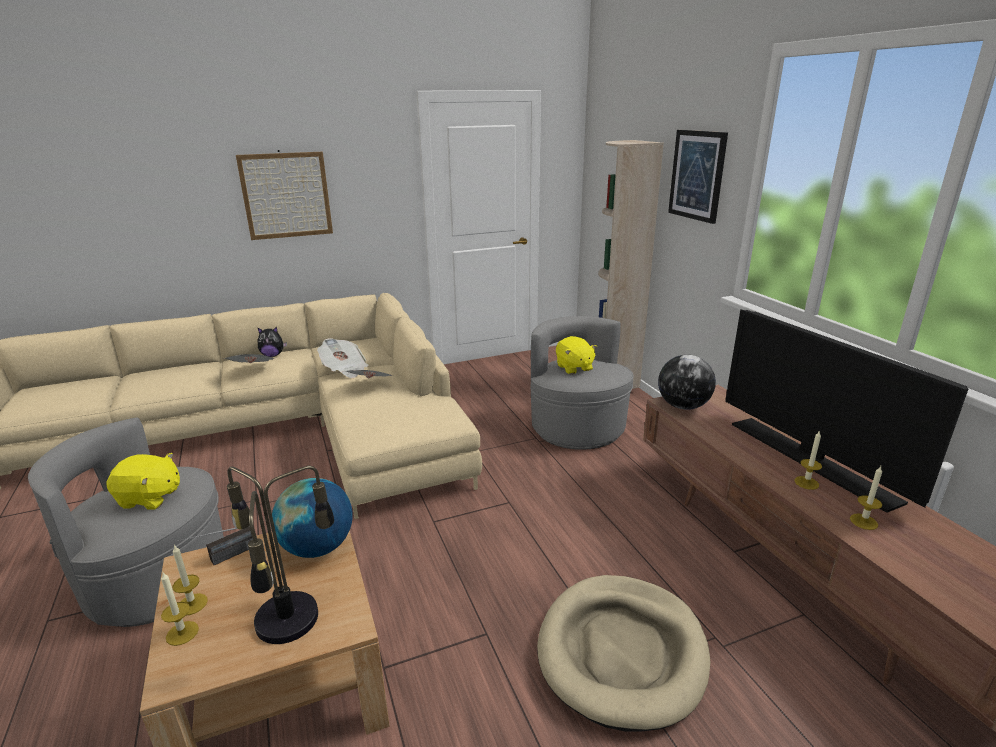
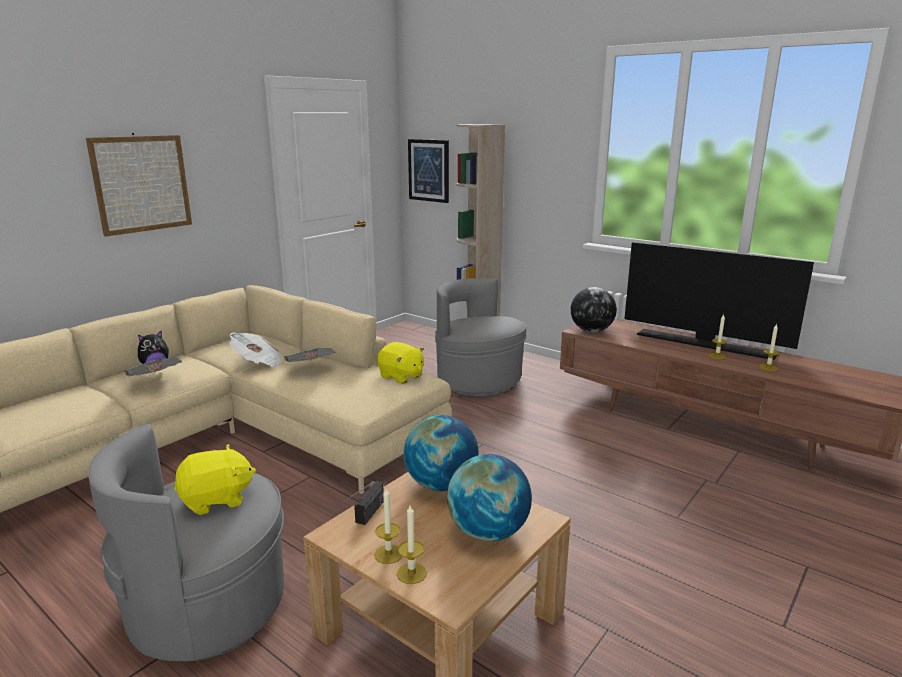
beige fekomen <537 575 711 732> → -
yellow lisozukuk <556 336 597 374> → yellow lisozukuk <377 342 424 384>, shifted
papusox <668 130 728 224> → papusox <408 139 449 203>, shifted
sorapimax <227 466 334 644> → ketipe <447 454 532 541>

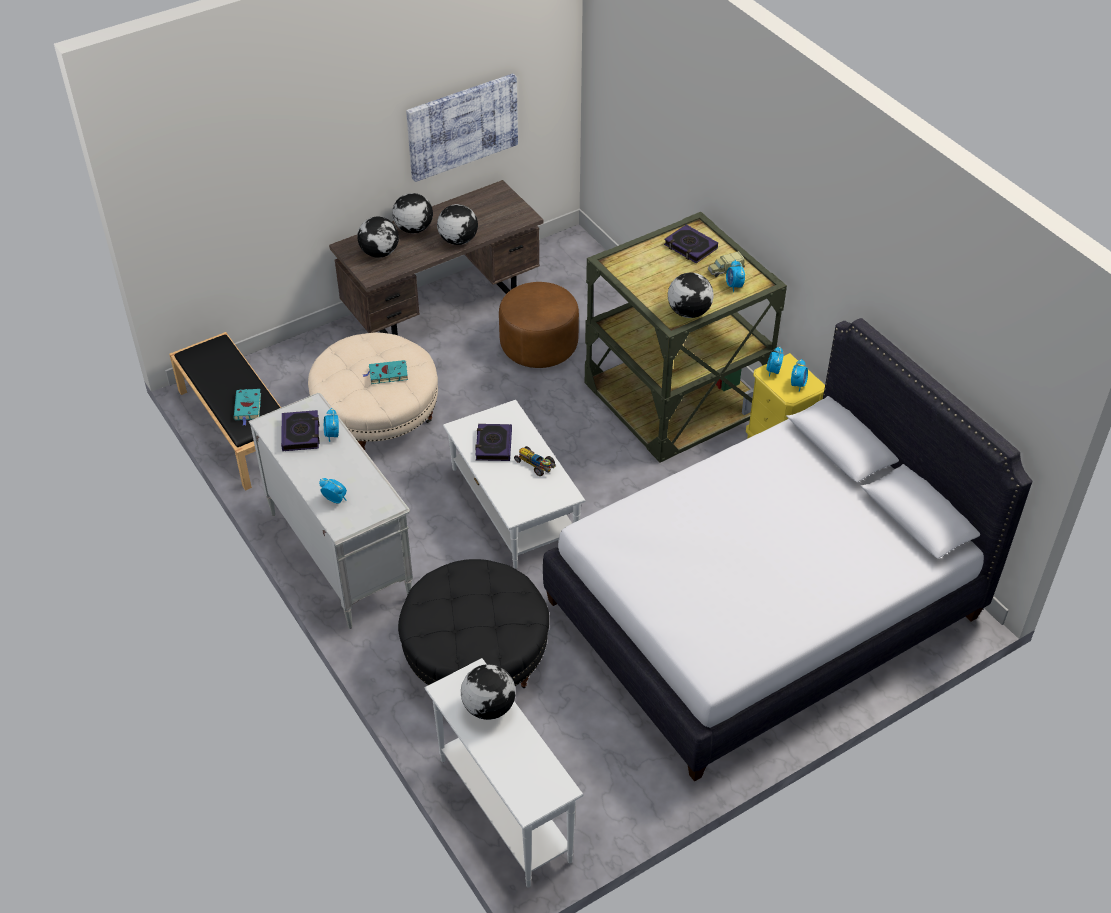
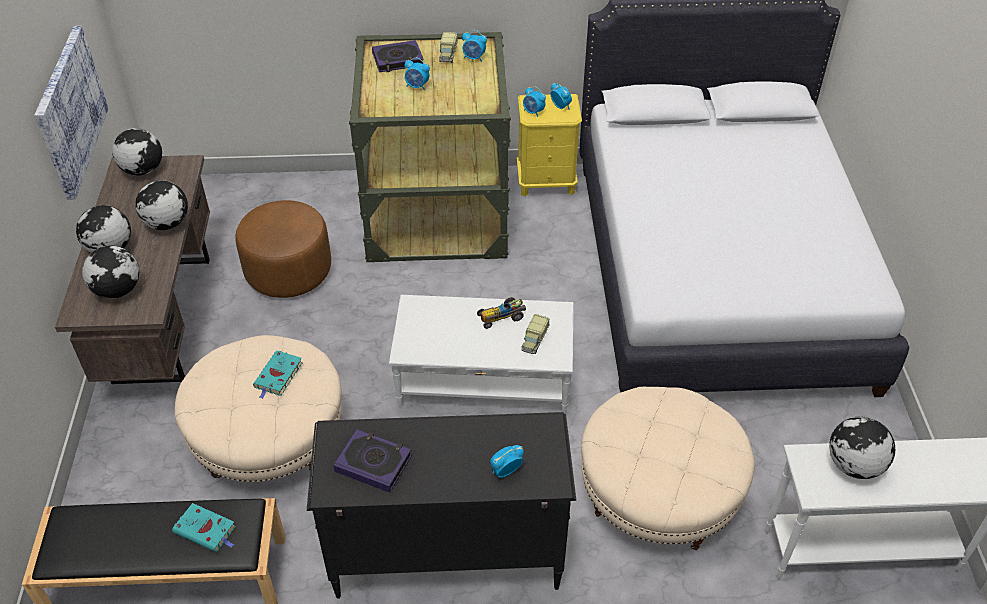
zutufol <475 424 512 461> → -
- → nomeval <521 314 550 354>
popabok <324 408 339 442> → popabok <404 58 430 90>, shifted
ketipe <668 273 714 318> → ketipe <112 128 162 176>, shifted
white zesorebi <248 393 413 629> → black zesorebi <307 412 576 599>
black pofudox <398 559 549 688> → beige pofudox <581 387 755 550>

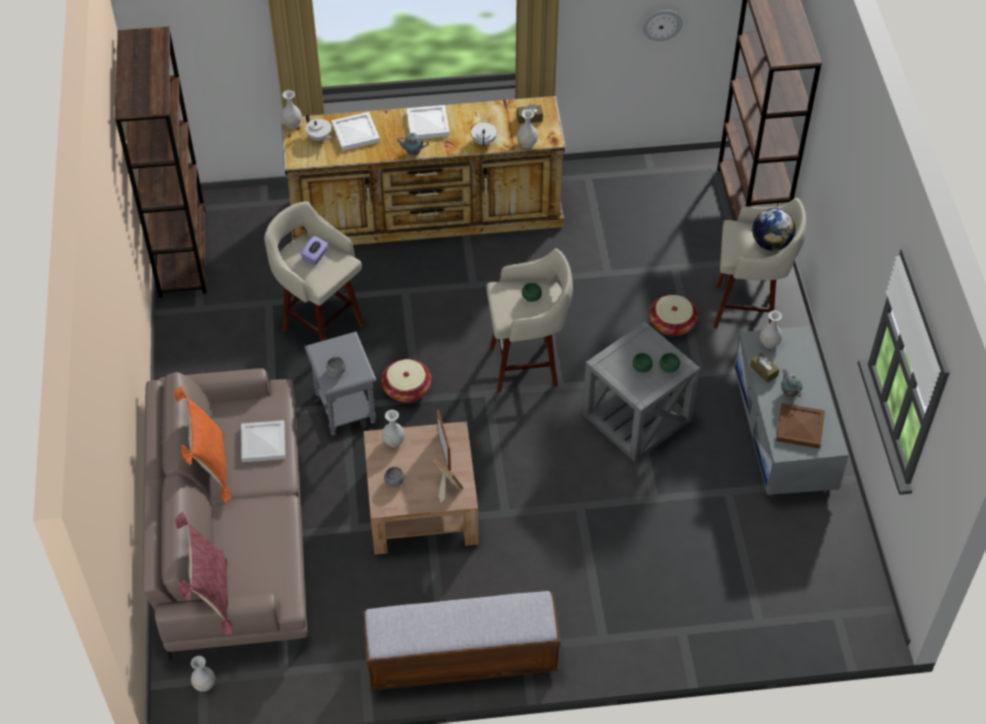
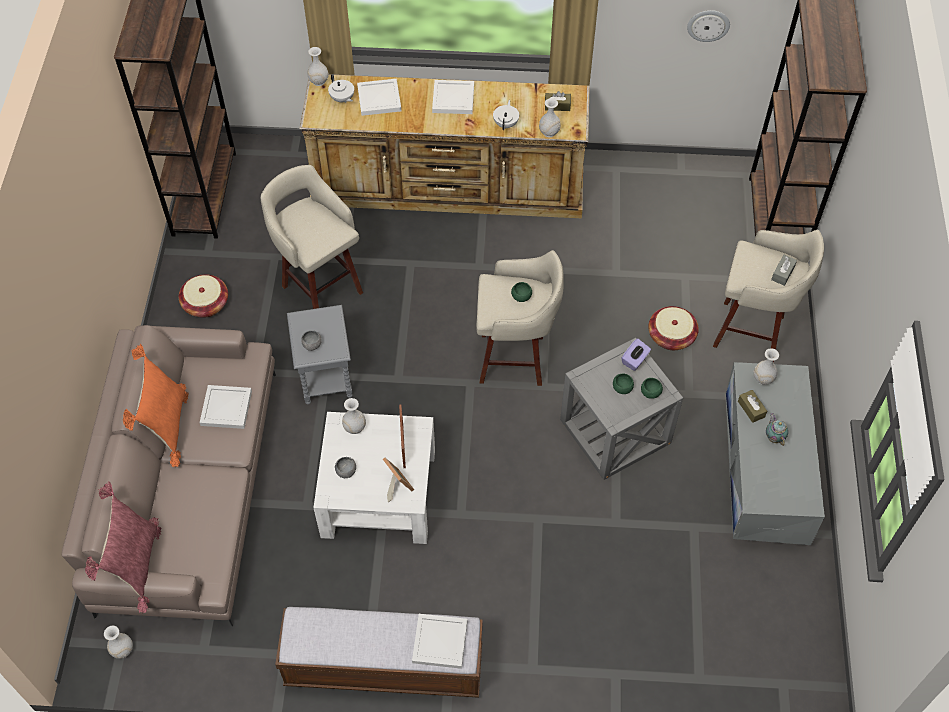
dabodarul <396 133 429 156> → -
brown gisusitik <776 403 825 449> → -
- → white gisusitik <412 614 467 669>
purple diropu <301 236 328 265> → purple diropu <621 338 651 371>, shifted
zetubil <381 359 431 403> → zetubil <179 274 228 318>, shifted
ketipe <752 208 795 251> → grey diropu <771 255 797 286>
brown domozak <364 422 479 555> → white domozak <313 412 435 544>

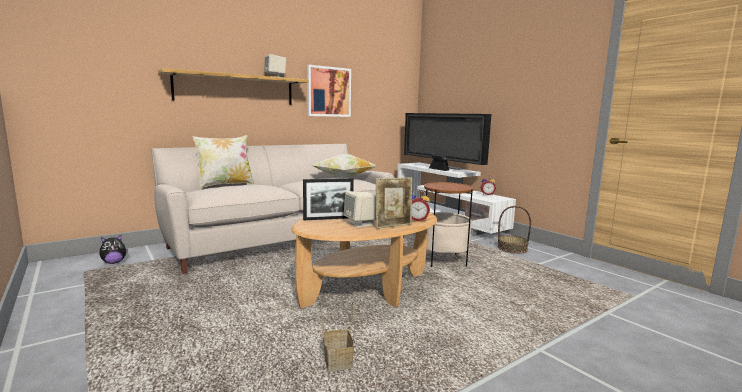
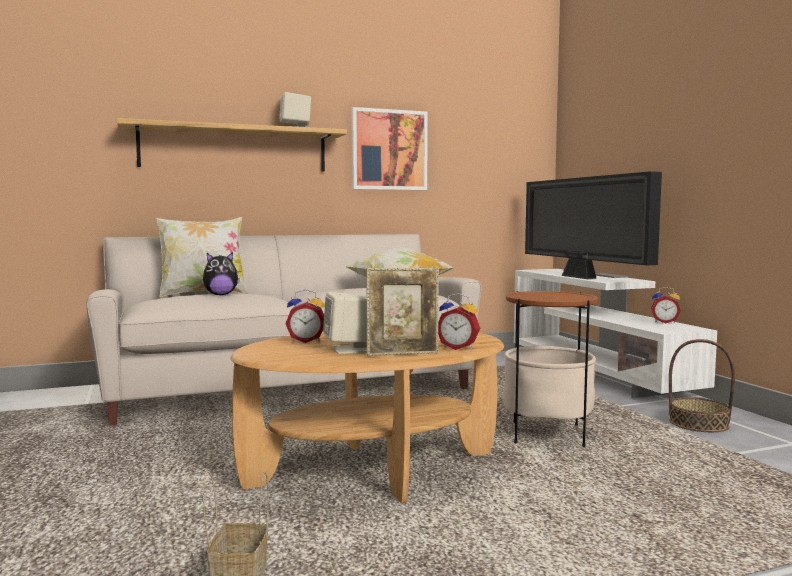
lisozukuk <99 235 128 264> → lisozukuk <203 252 240 295>, shifted
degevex <303 178 354 220> → popabok <285 289 325 343>

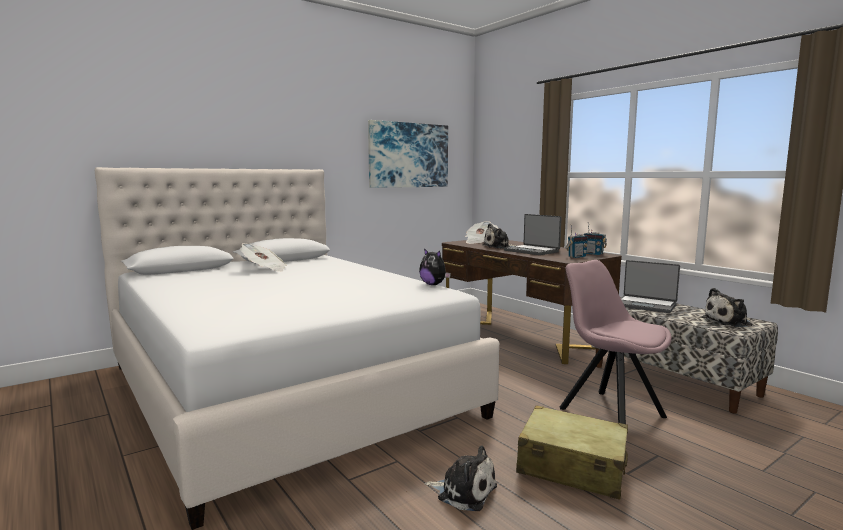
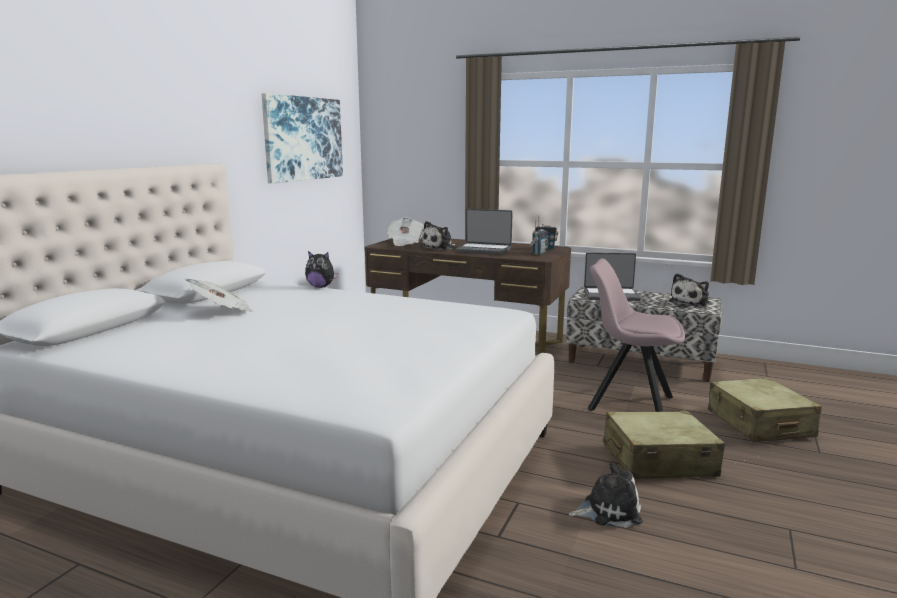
- → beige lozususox <708 378 822 442>
lisozukuk <419 248 451 285> → lisozukuk <305 251 339 288>, shifted

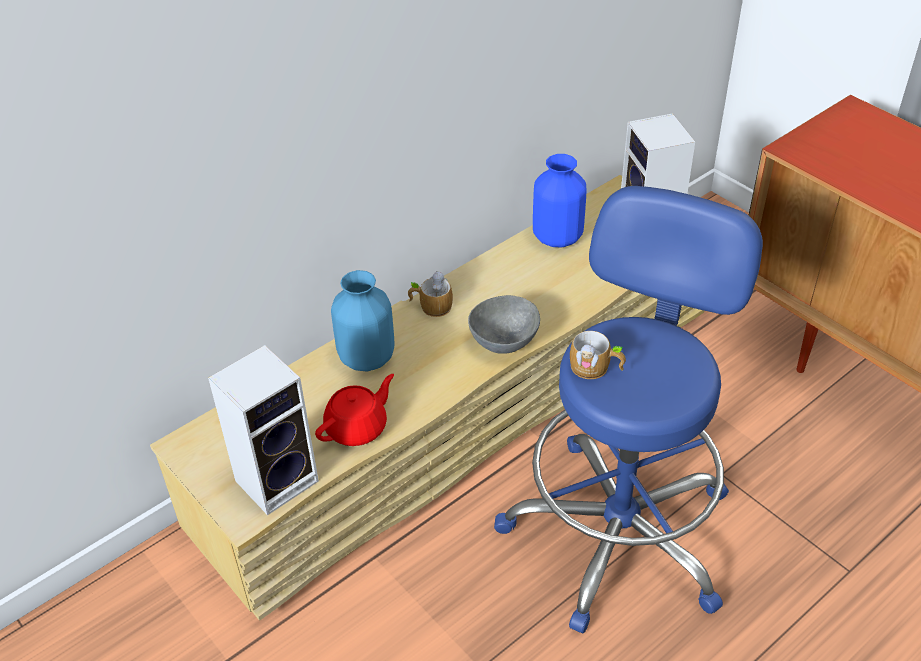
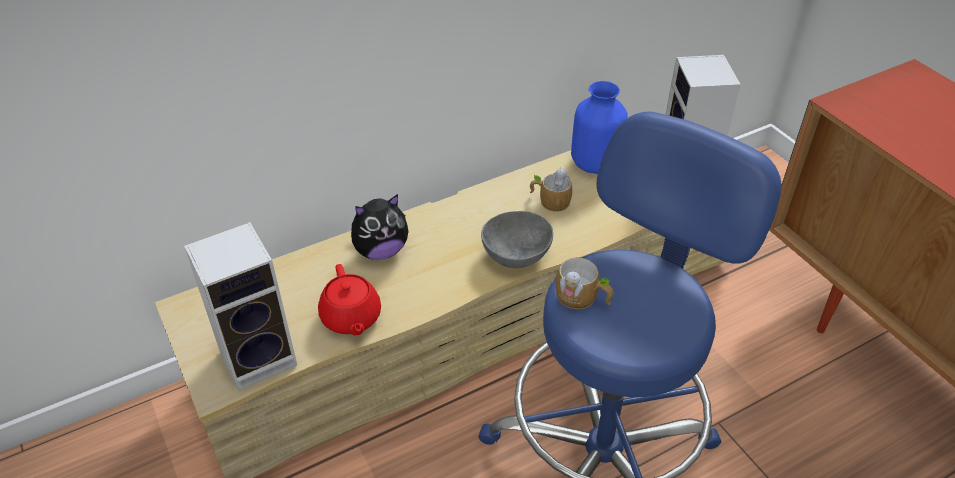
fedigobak <408 271 453 317> → fedigobak <530 167 572 212>, shifted
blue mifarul <331 270 395 371> → lisozukuk <351 194 409 260>
red dabodarul <315 374 394 446> → red dabodarul <318 264 381 335>, 105 degrees clockwise

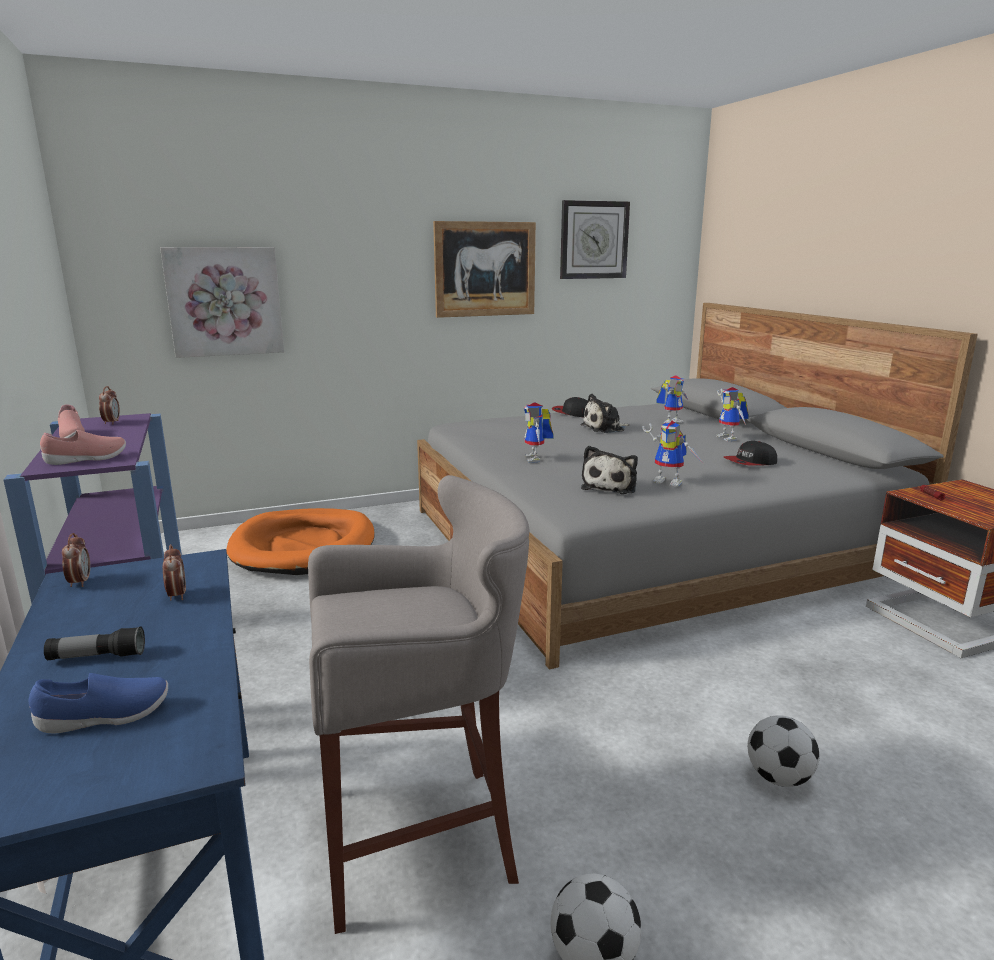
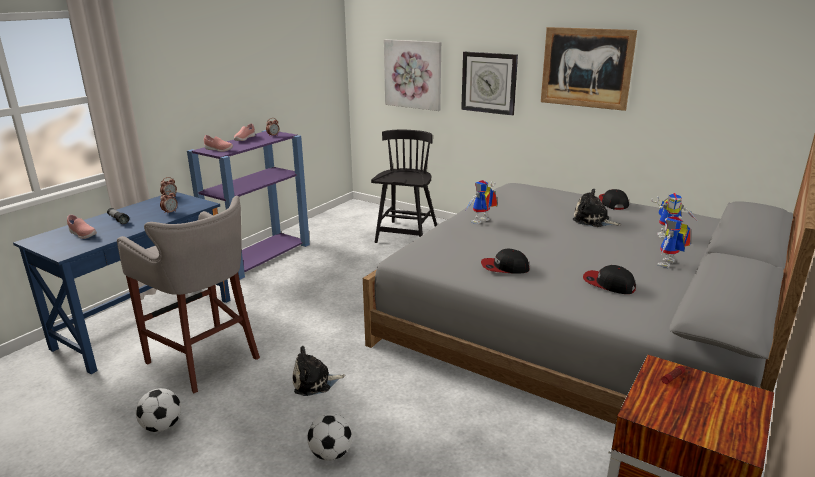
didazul <560 200 630 279> → didazul <461 52 518 116>, shifted
lisozukuk <581 445 638 494> → lisozukuk <293 346 345 396>, shifted
orange fekomen <226 508 375 575> → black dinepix <371 130 437 243>
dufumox <642 420 703 487> → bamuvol <481 249 529 274>
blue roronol <29 673 168 734> → pink roronol <67 215 97 239>

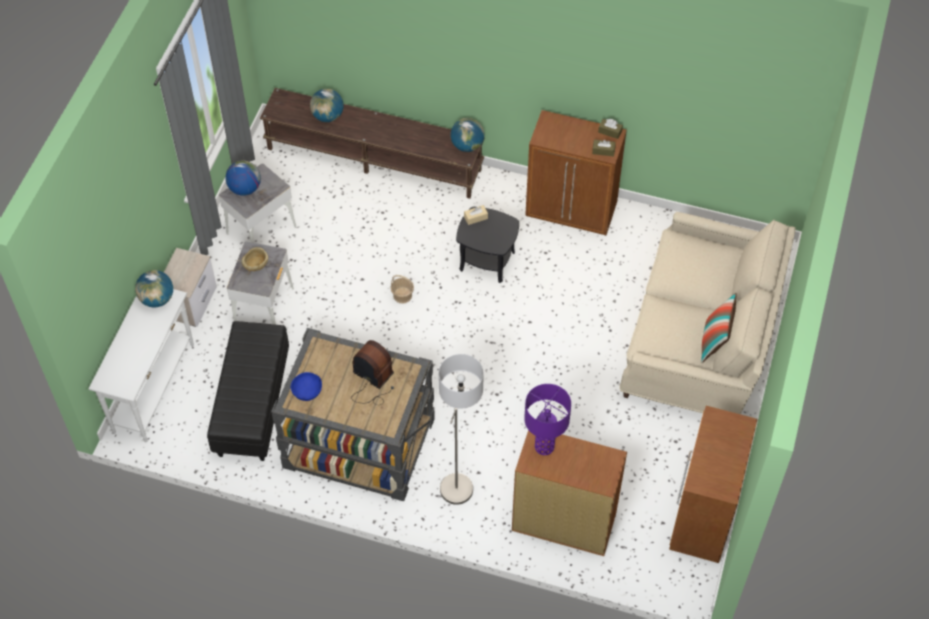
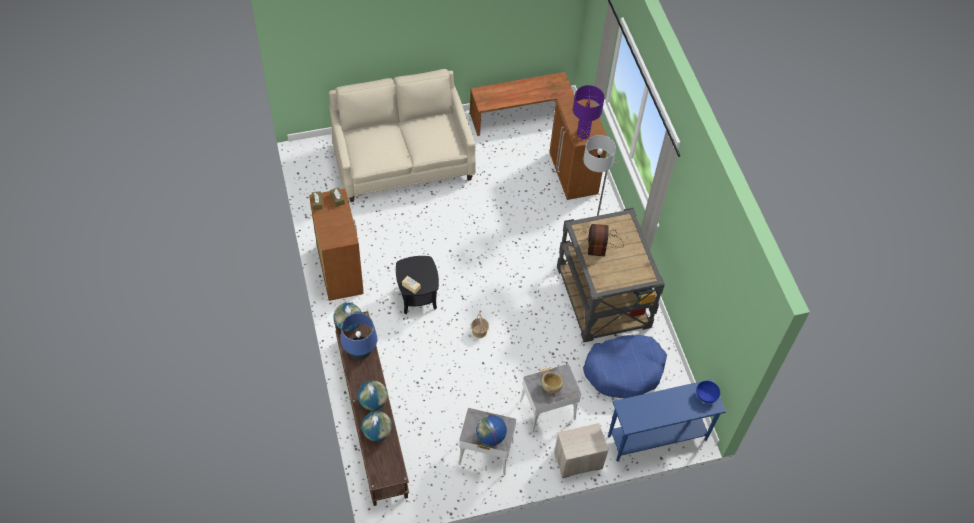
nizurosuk <701 293 737 363> → -
- → blue sorapimax <341 313 377 360>
ketipe <135 270 173 308> → ketipe <358 380 388 410>, shifted
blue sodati <291 372 322 401> → blue sodati <696 381 720 403>, shifted
black pofudox <207 321 289 461> → blue fekomen <583 335 667 398>
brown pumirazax <669 406 758 563> → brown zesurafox <470 72 574 136>
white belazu <89 289 194 443> → blue belazu <608 379 726 462>

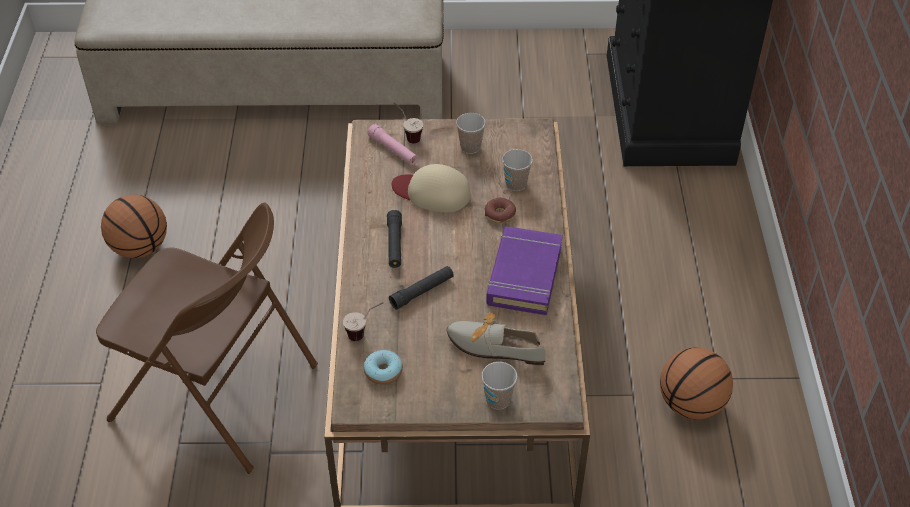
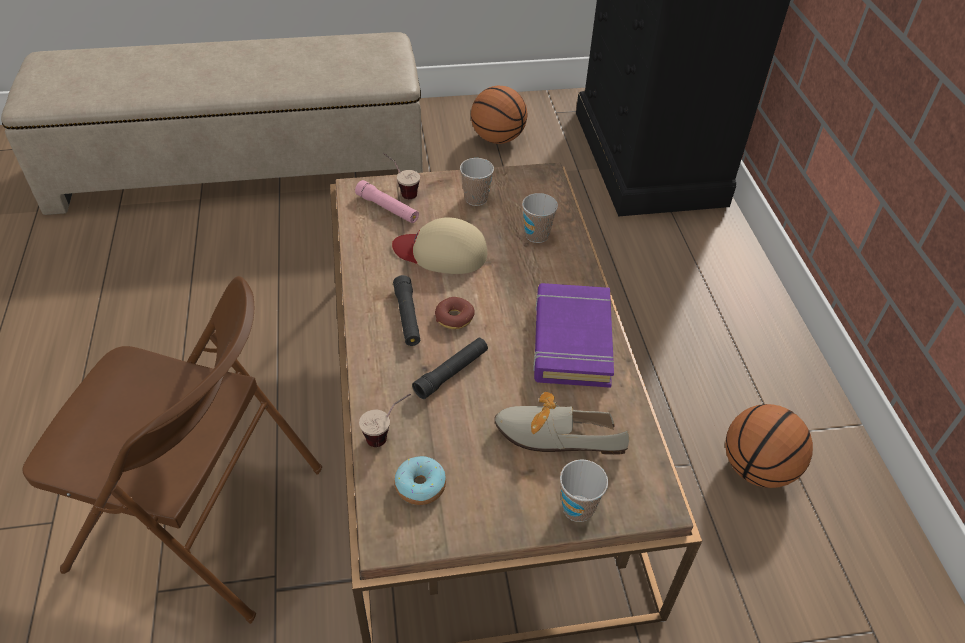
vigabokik <101 194 167 258> → vigabokik <471 86 527 144>, shifted
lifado <485 198 516 223> → lifado <435 297 475 329>, shifted

